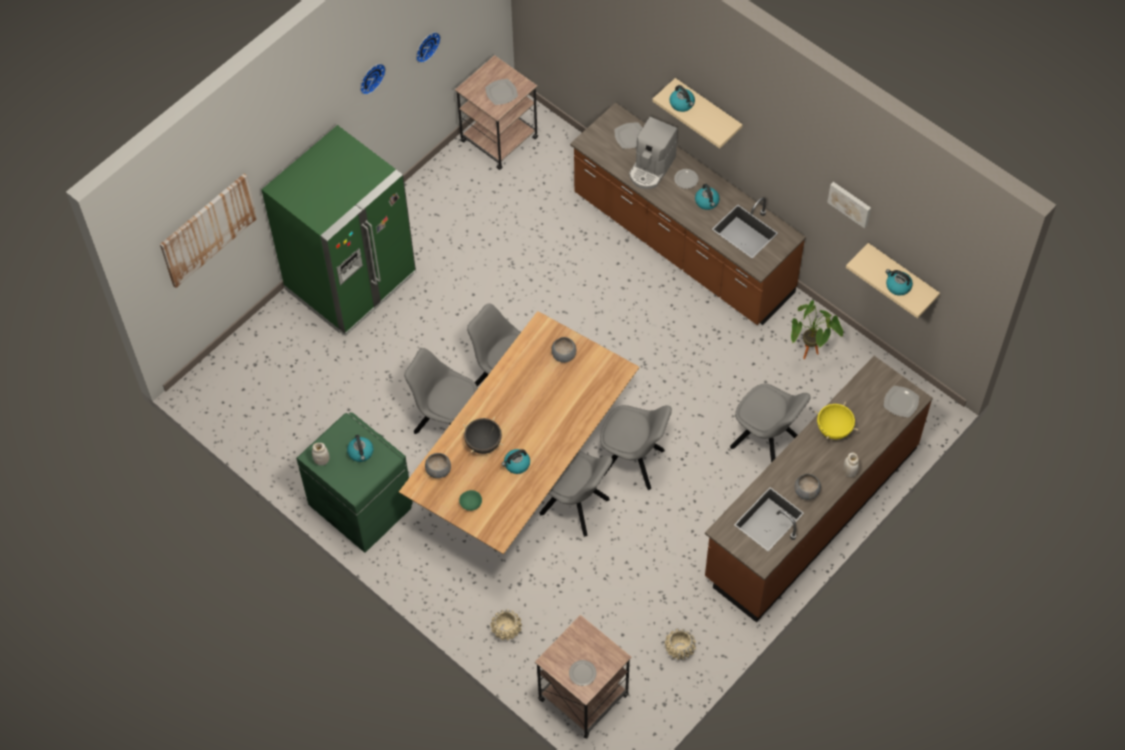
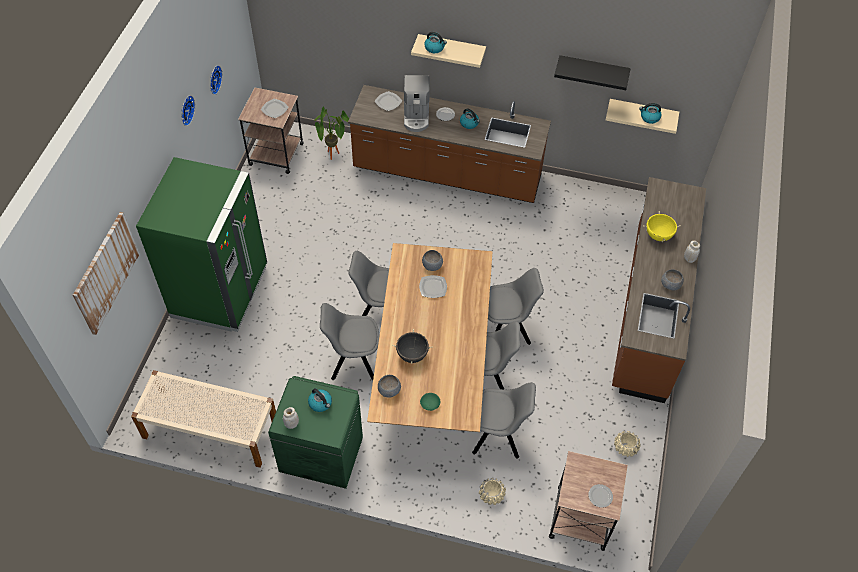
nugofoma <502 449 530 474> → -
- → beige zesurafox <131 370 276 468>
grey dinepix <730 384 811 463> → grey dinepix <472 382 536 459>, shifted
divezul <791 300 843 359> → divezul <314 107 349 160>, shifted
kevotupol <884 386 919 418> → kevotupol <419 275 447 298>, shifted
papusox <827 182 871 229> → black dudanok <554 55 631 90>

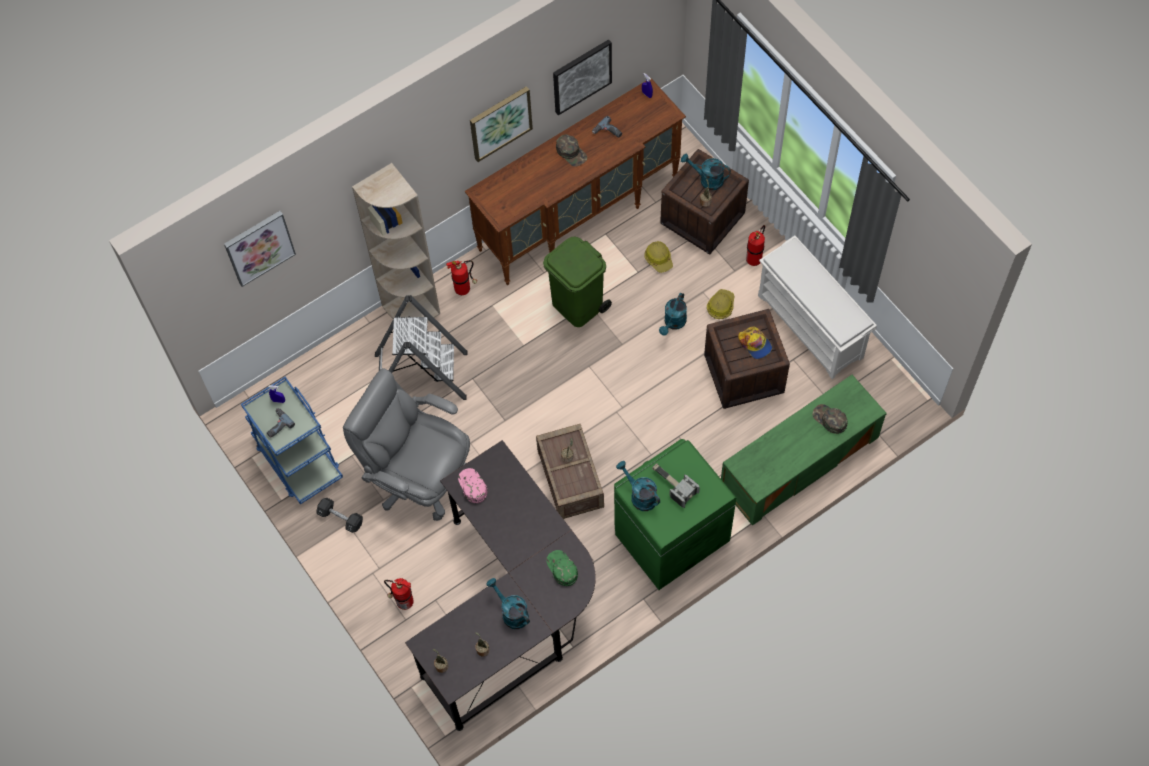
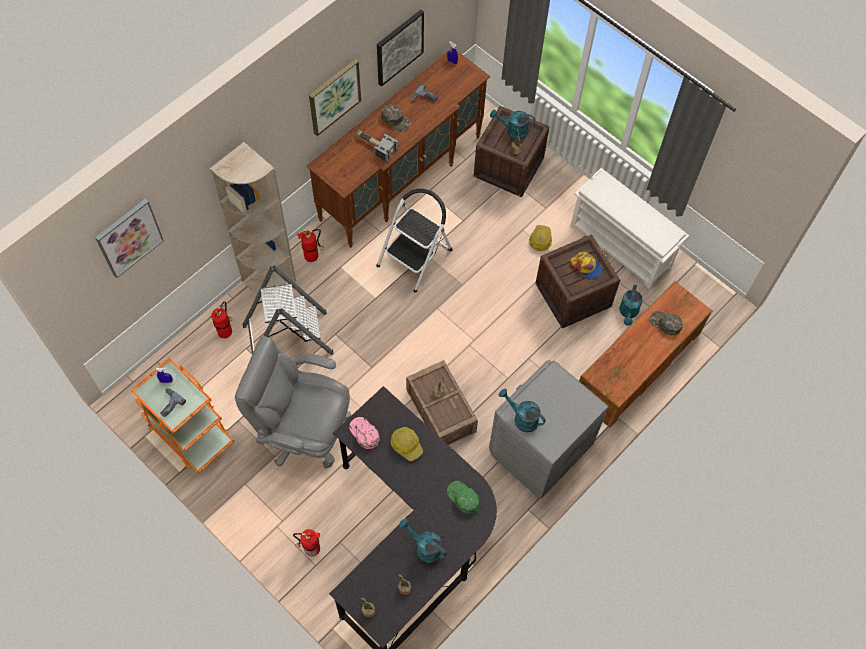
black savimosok <317 498 363 533> → -
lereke <644 241 673 273> → lereke <391 427 423 461>, shifted
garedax <652 463 700 508> → garedax <357 130 398 162>, shifted
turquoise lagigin <659 293 687 335> → turquoise lagigin <619 285 643 326>, shifted
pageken <746 225 765 266> → pageken <211 302 232 338>, shifted
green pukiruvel <543 236 612 327> → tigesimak <376 189 452 293>
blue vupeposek <241 377 343 505> → orange vupeposek <131 358 234 473>
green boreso <614 439 736 590> → grey boreso <489 360 609 500>
green zesurafox <721 375 887 526> → brown zesurafox <579 281 713 428>

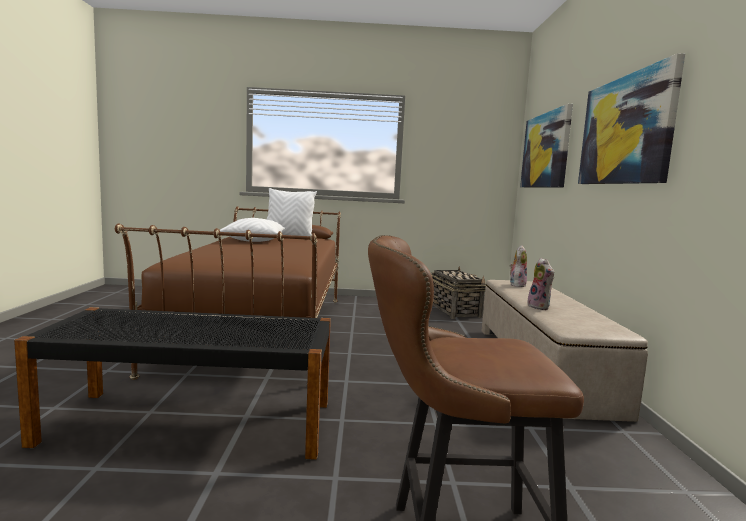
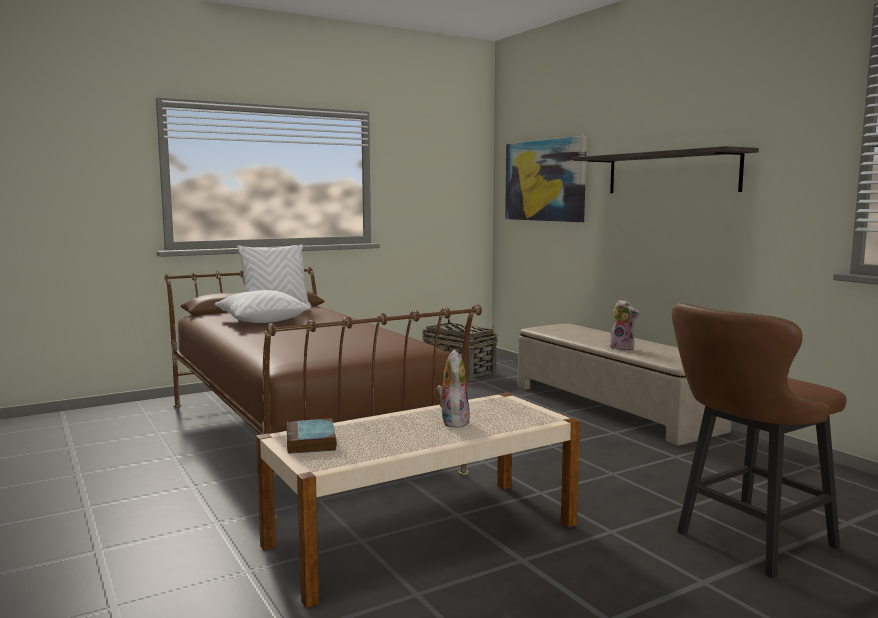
- → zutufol <287 418 337 454>
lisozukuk <509 246 527 287> → lisozukuk <437 349 470 428>, shifted
papusox <578 53 685 184> → dudanok <573 146 759 193>
black zesurafox <14 307 331 460> → beige zesurafox <256 392 580 608>

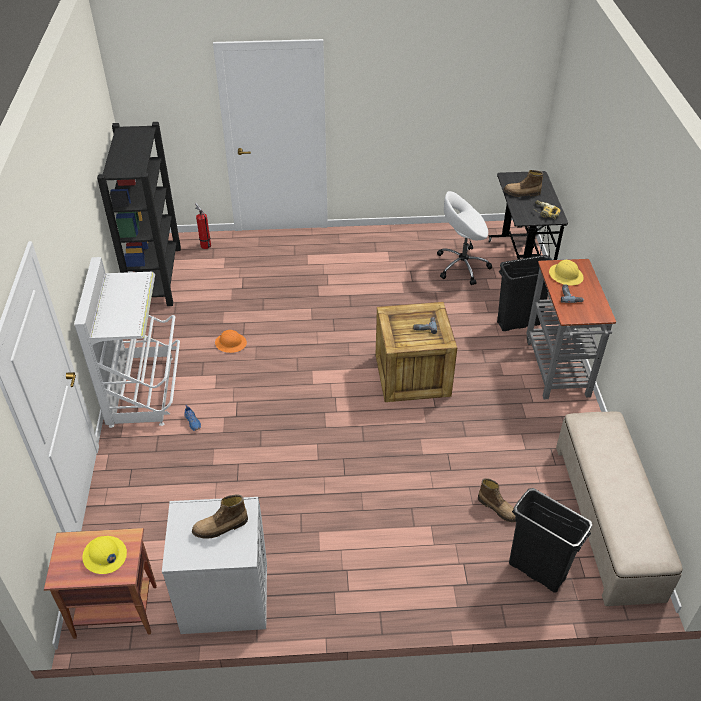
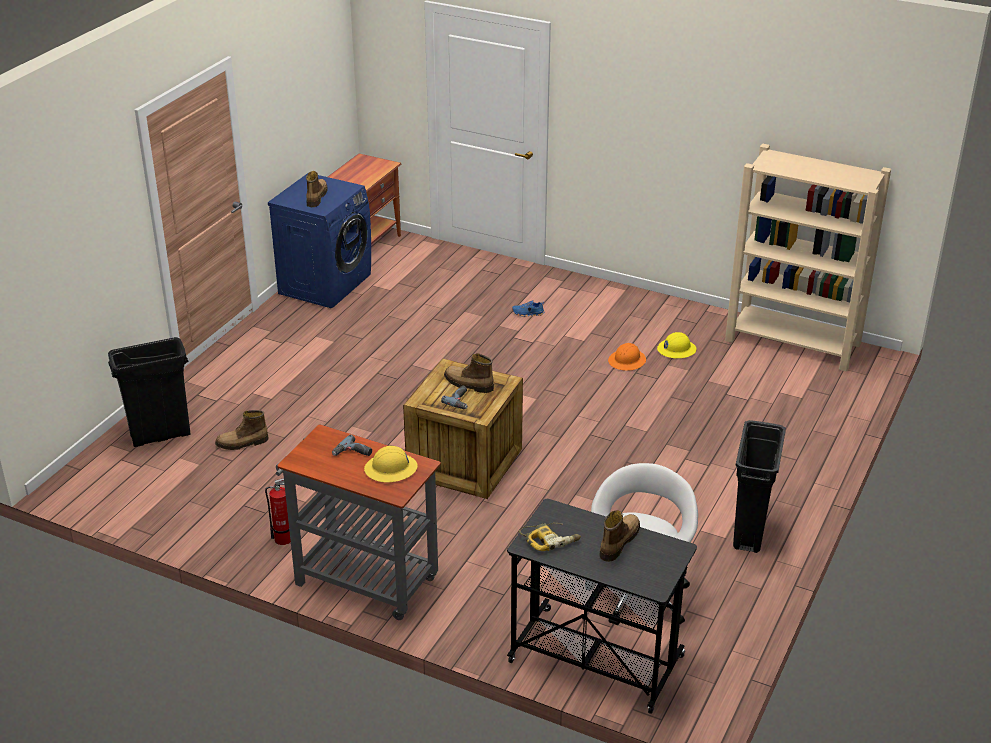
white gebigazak <74 257 180 428> → -
beige zesurafox <556 412 683 606> → -
- → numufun <444 353 494 393>
yellow lereke <82 536 127 574> → yellow lereke <657 332 696 359>, shifted
pageken <195 203 211 249> → pageken <265 478 291 545>, shifted
black pukiruvel <497 255 552 331> → black pukiruvel <733 420 786 553>, shifted
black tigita <97 122 181 306> → beige tigita <725 144 891 371>
white boreso <162 497 267 634> → blue boreso <268 173 371 308>

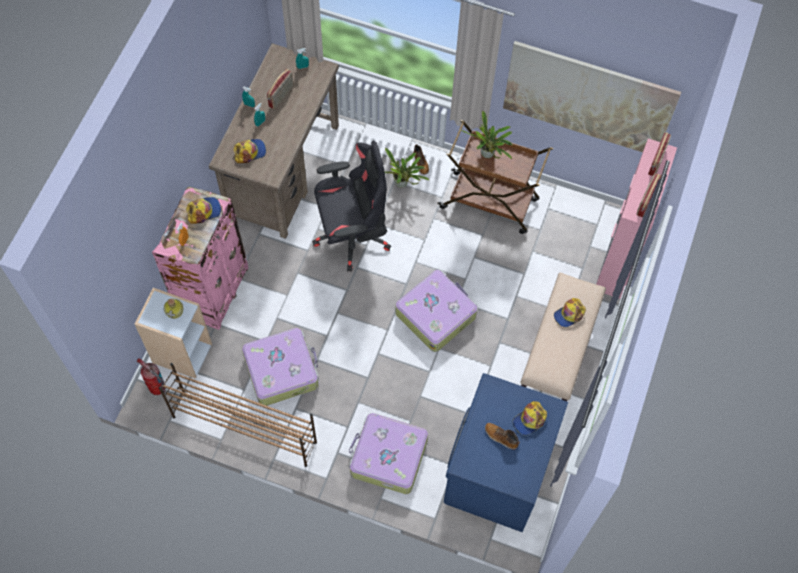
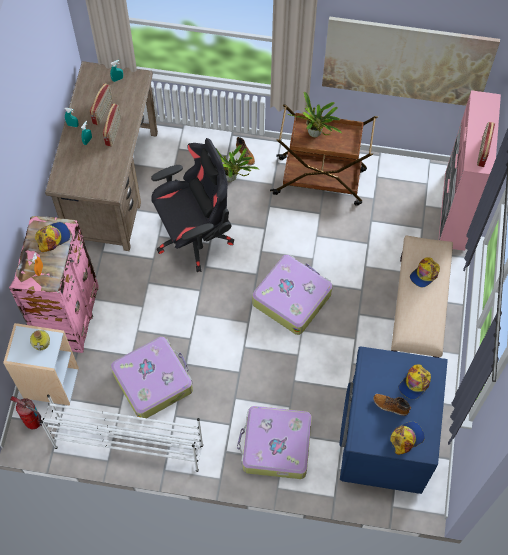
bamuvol <233 139 266 163> → bamuvol <390 421 425 455>, shifted
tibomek <648 132 671 176> → tibomek <103 104 121 146>, shifted
brown gebigazak <159 363 317 467> → white gebigazak <40 395 203 472>

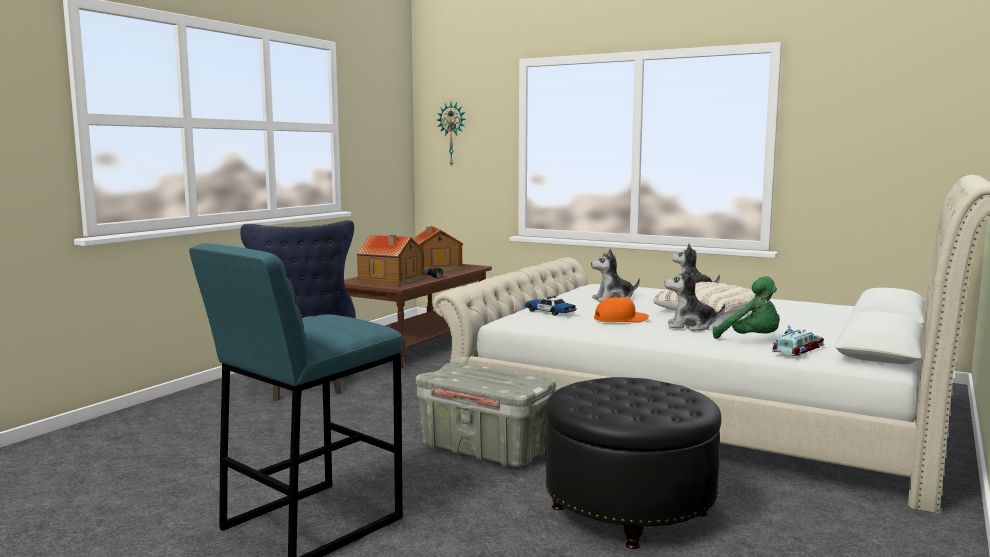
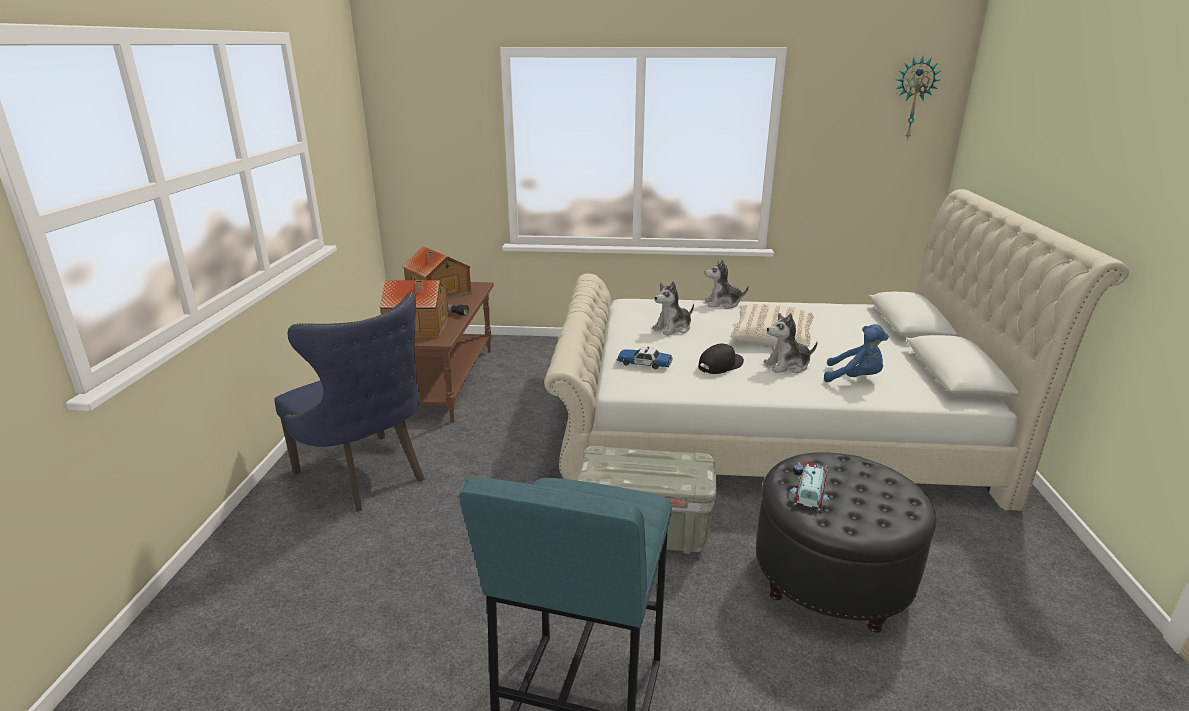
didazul <437 102 466 167> → didazul <896 56 941 140>, shifted
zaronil <772 325 824 356> → zaronil <790 461 830 511>, shifted
orange bamuvol <594 297 649 323> → black bamuvol <698 344 744 374>
green lisozukuk <713 276 780 339> → blue lisozukuk <824 324 889 383>

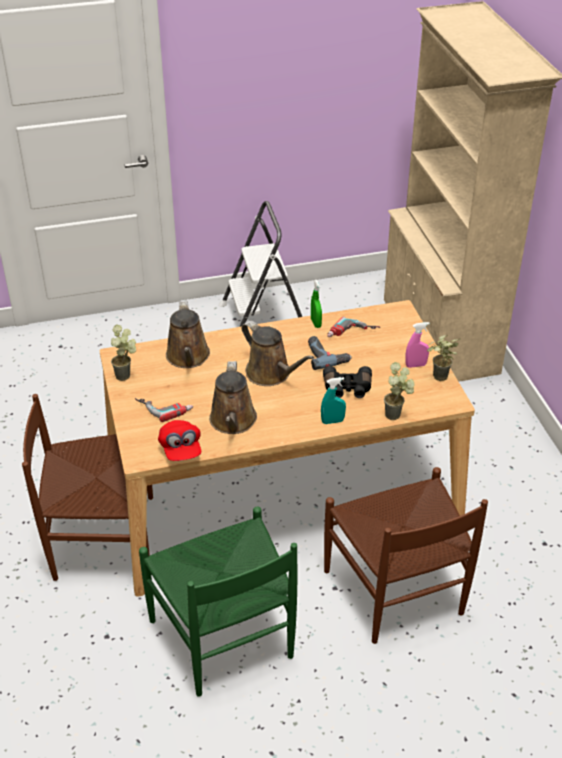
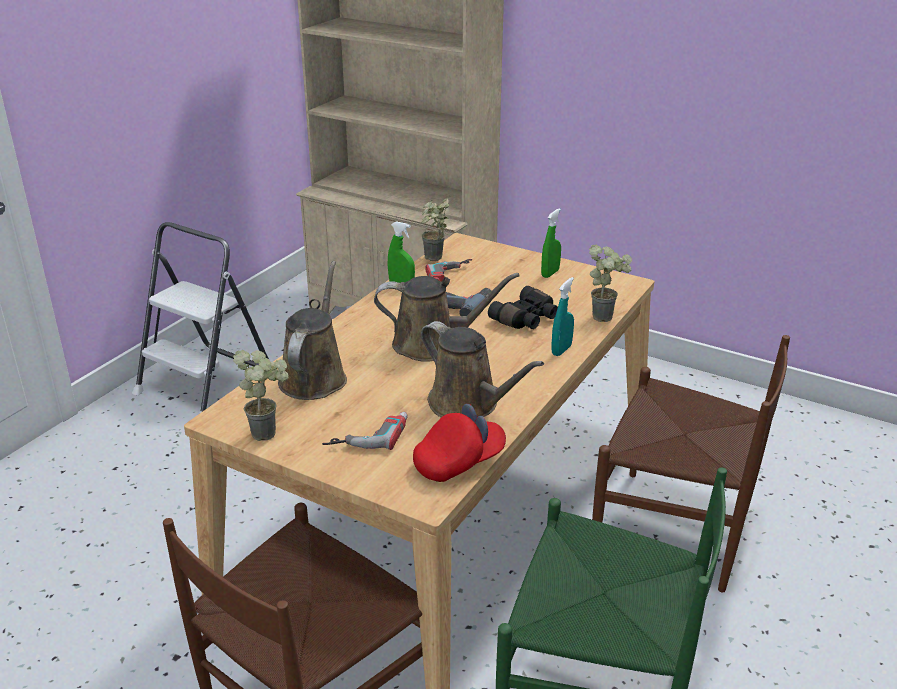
divezul <427 335 460 381> → divezul <422 196 450 261>, shifted
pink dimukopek <405 322 430 368> → green dimukopek <541 208 561 278>
red bamuvol <158 420 201 461> → red bamuvol <413 404 506 482>, 60 degrees counterclockwise
brown lagigin <166 301 210 368> → brown lagigin <278 261 347 400>, 120 degrees counterclockwise

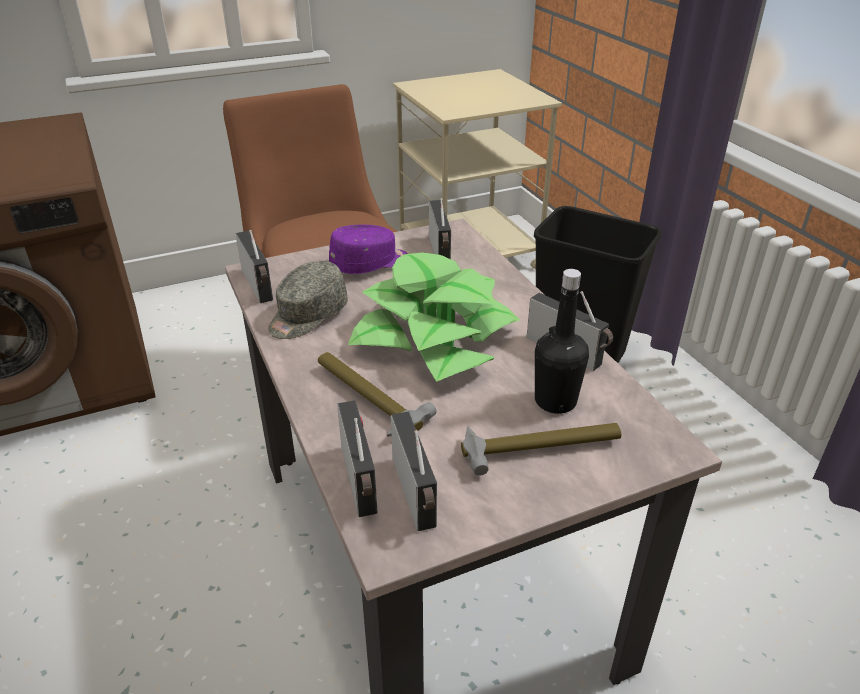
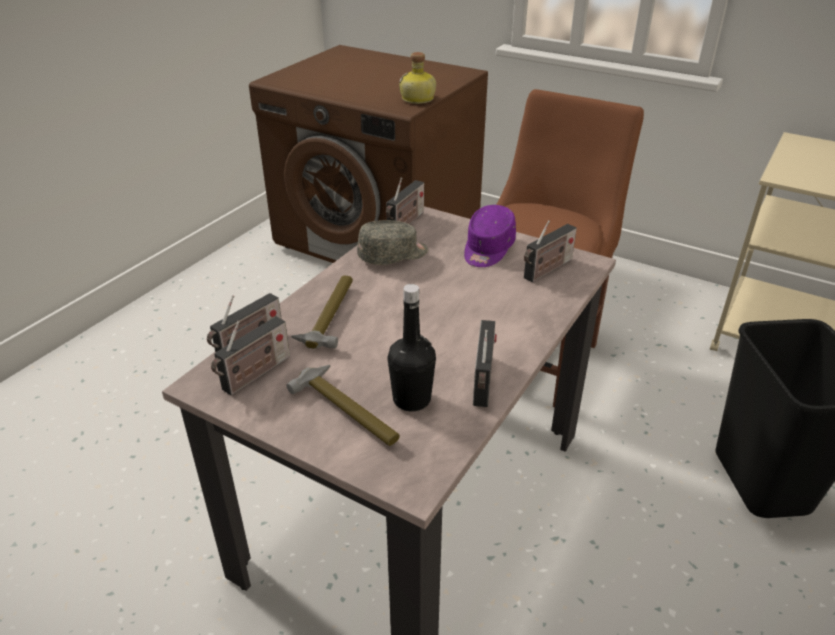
divezul <348 252 520 382> → -
- → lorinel <399 52 436 104>
grey bamuvol <268 261 348 339> → grey bamuvol <357 220 428 265>, 150 degrees clockwise
purple bamuvol <329 225 408 274> → purple bamuvol <464 205 516 267>, 90 degrees clockwise

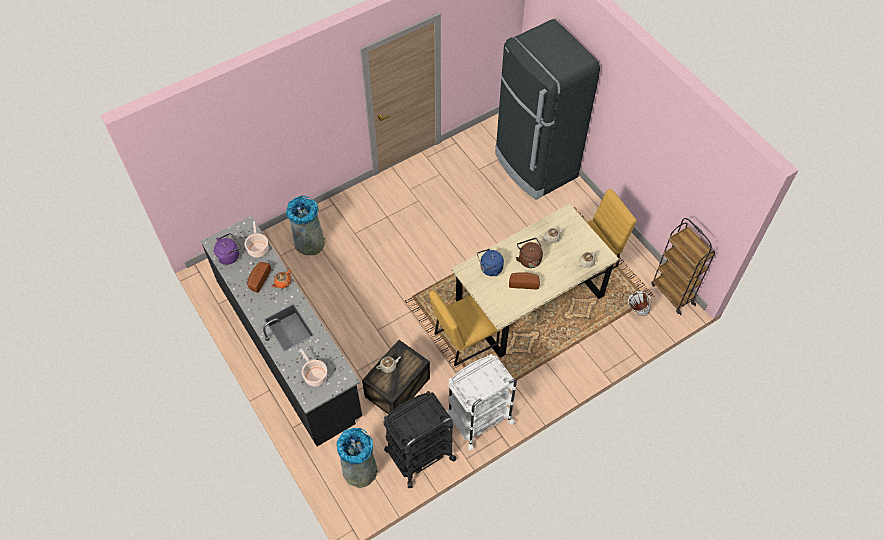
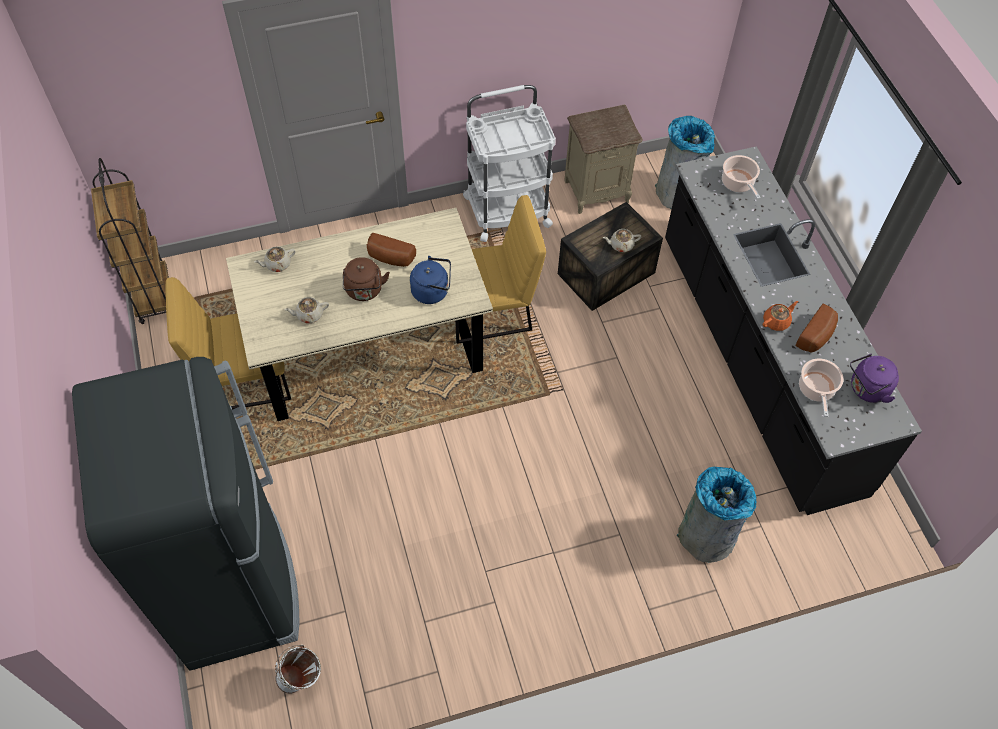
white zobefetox <628 291 652 316> → white zobefetox <275 645 321 694>, shifted
black vupeposek <384 391 457 488> → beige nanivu <564 105 643 214>

